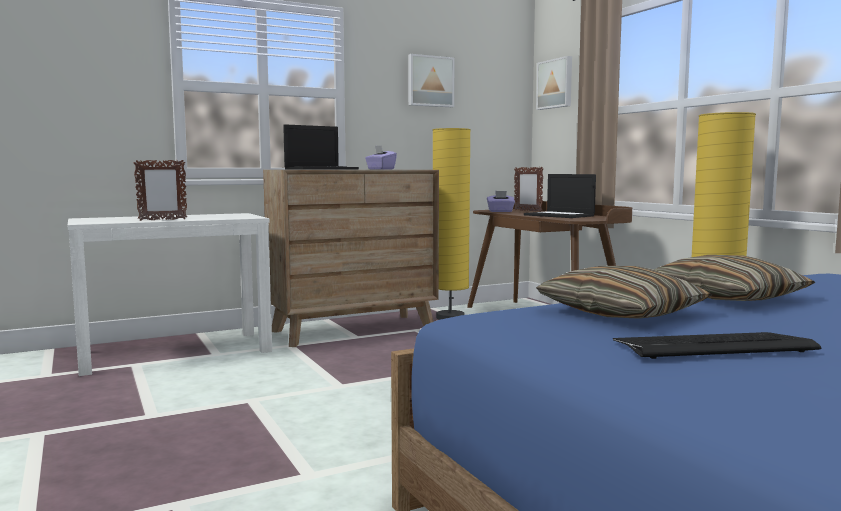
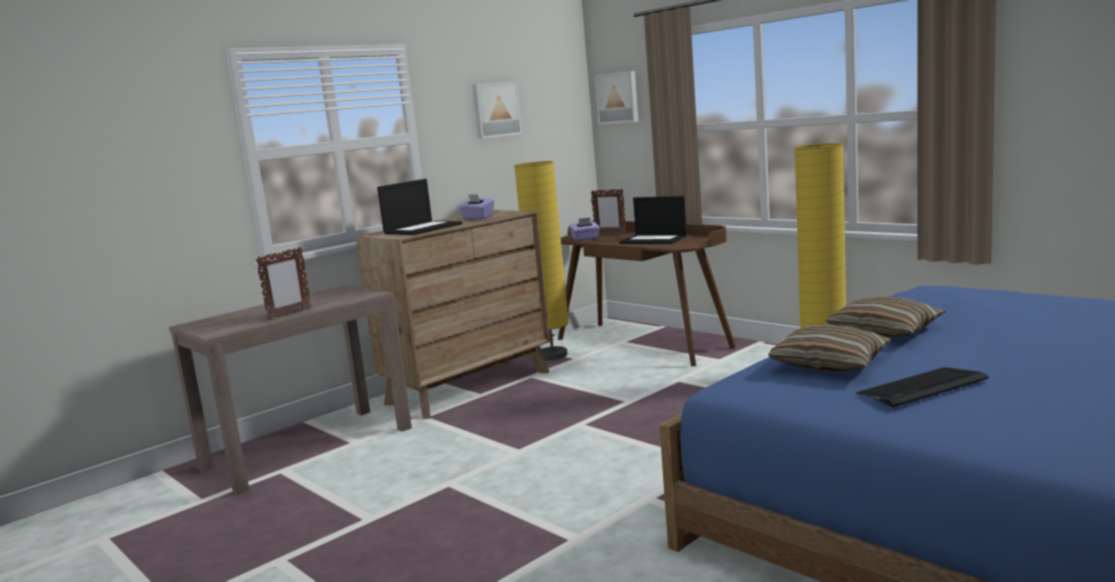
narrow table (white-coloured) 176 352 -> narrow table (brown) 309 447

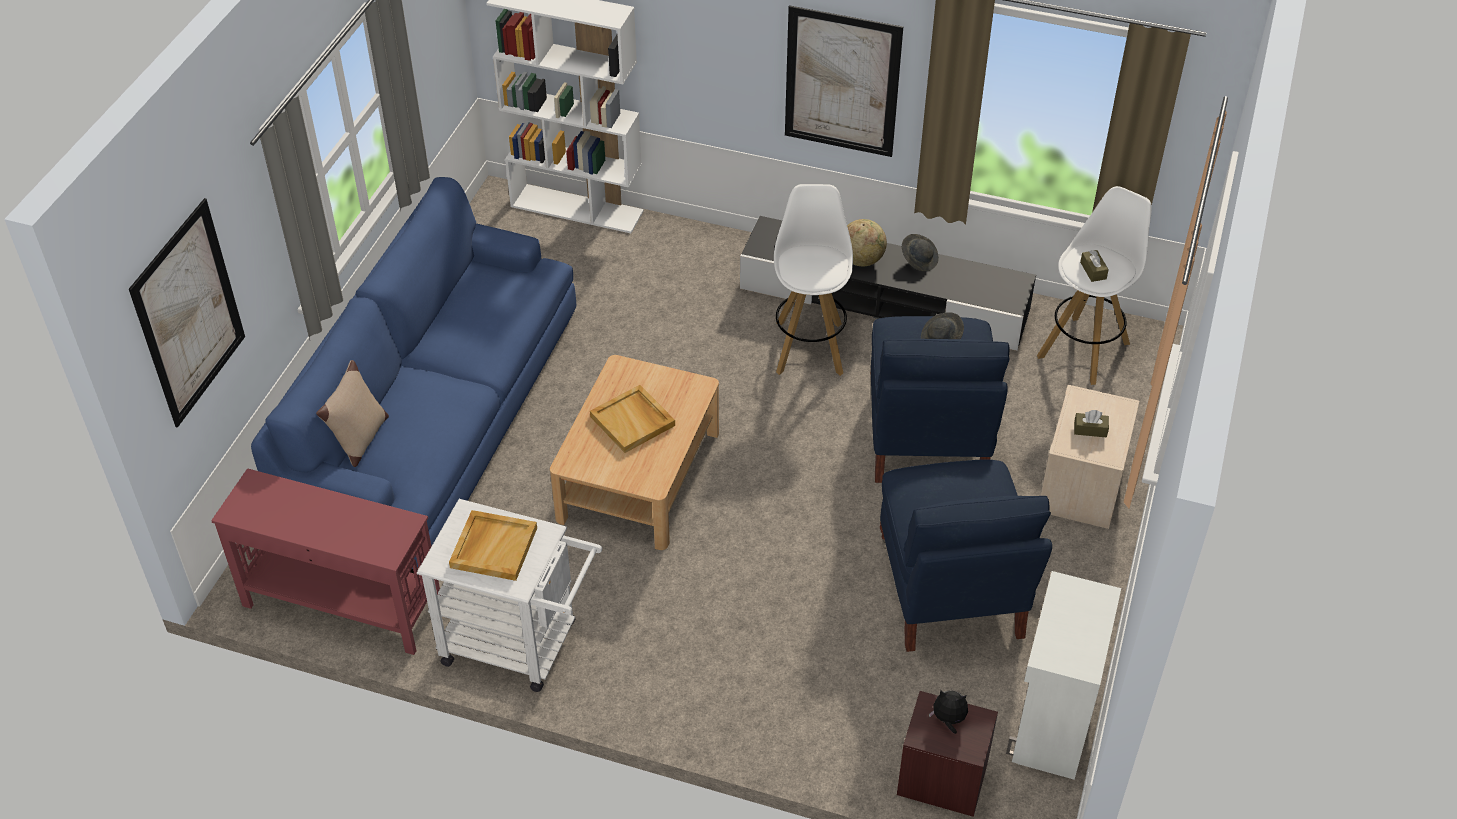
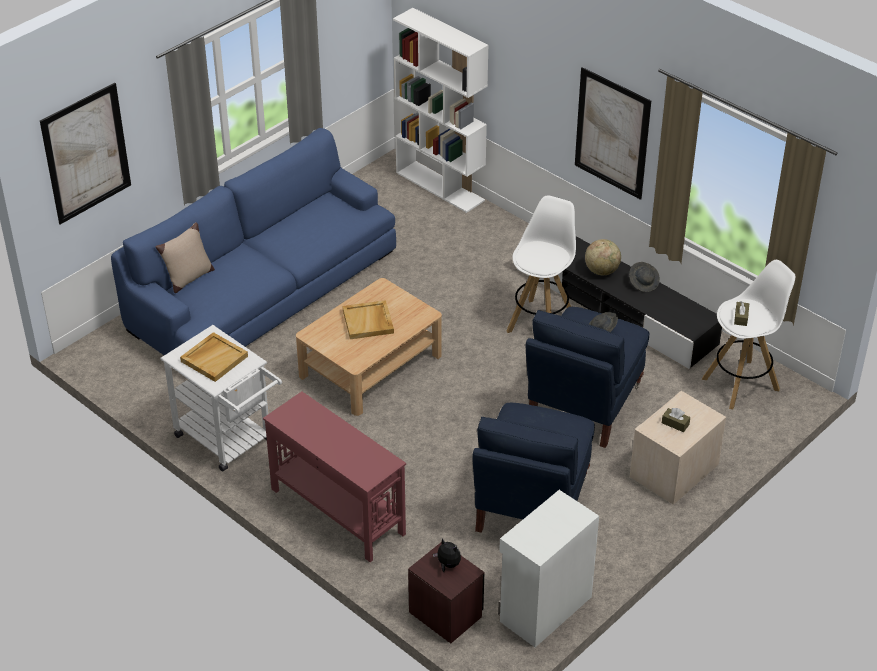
narrow table (red) 342 604 -> narrow table (red) 337 510, shifted

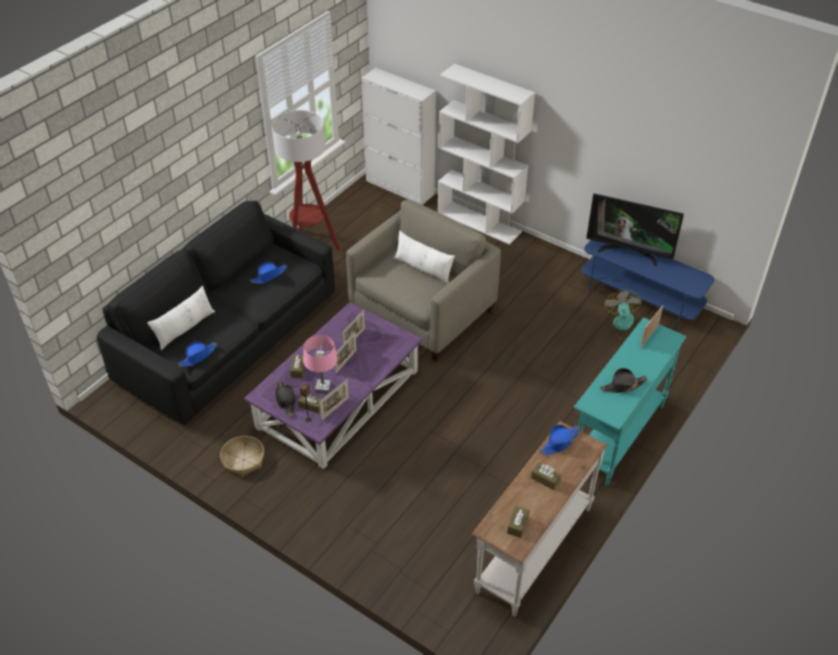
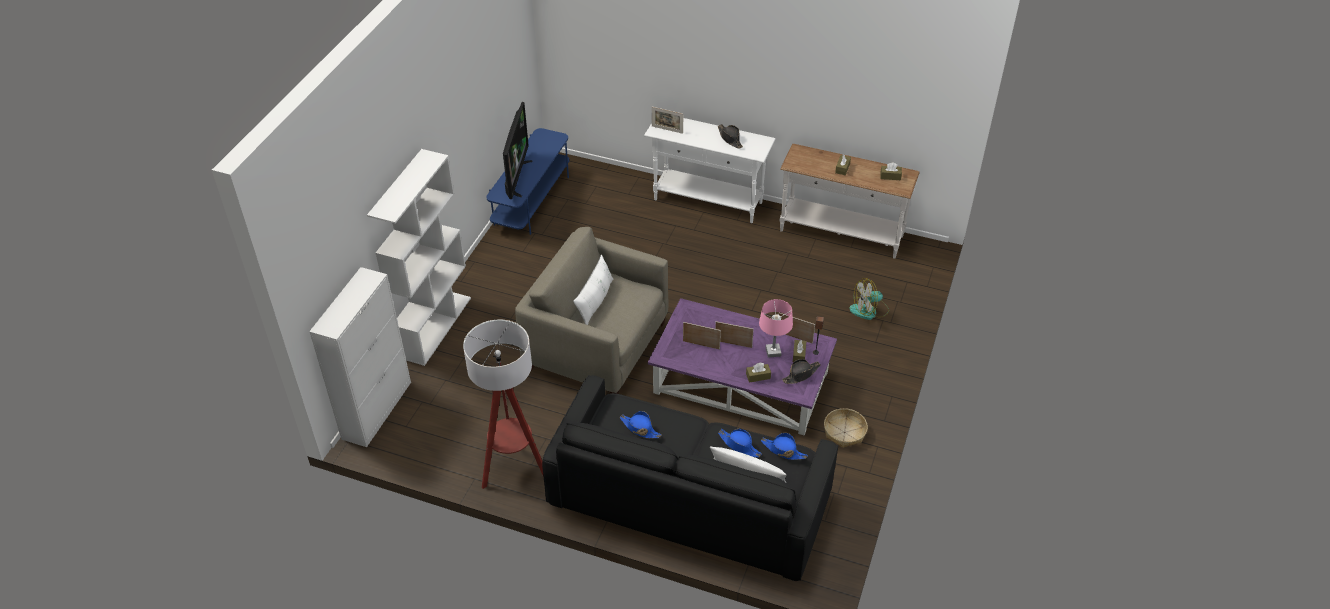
narrow table (turquoise-coloured) 617 436 -> narrow table (white-coloured) 708 201
wearable hat (blue-coloured) 560 442 -> wearable hat (blue-coloured) 739 445, shifted
electric fan 624 326 -> electric fan 869 310, shifted

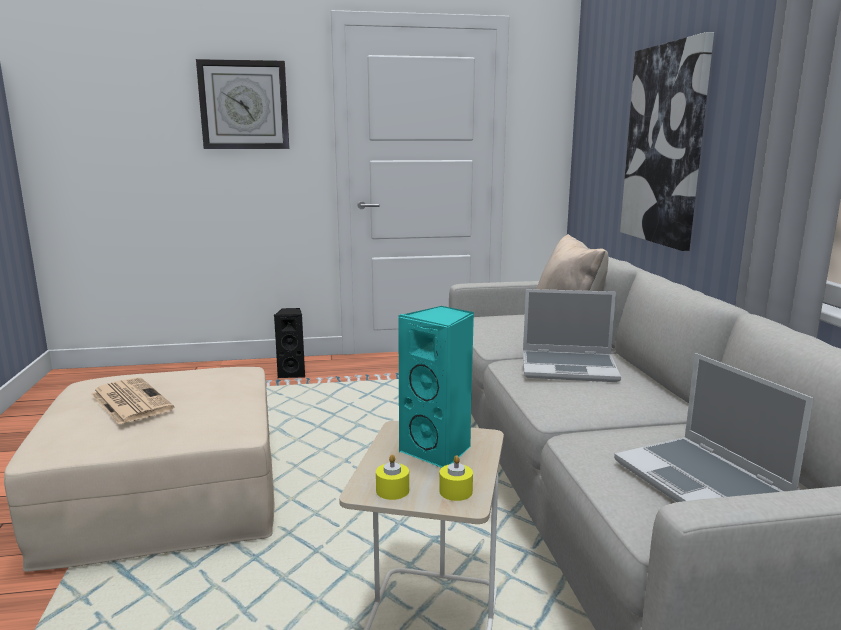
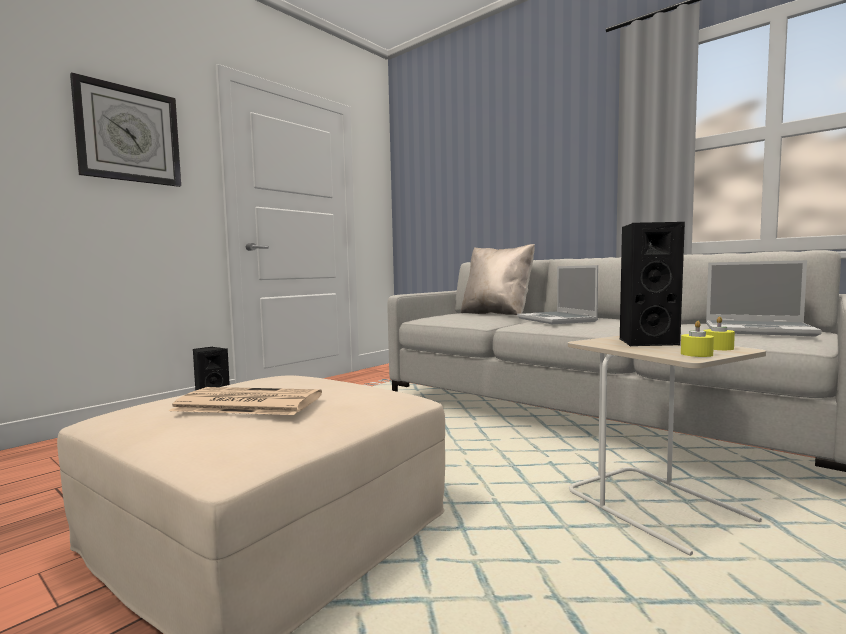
laptop 570 368 -> laptop 557 320, 105 degrees clockwise
speaker (turquoise-coloured) 439 451 -> speaker (black) 645 342
wall art 665 145 -> none

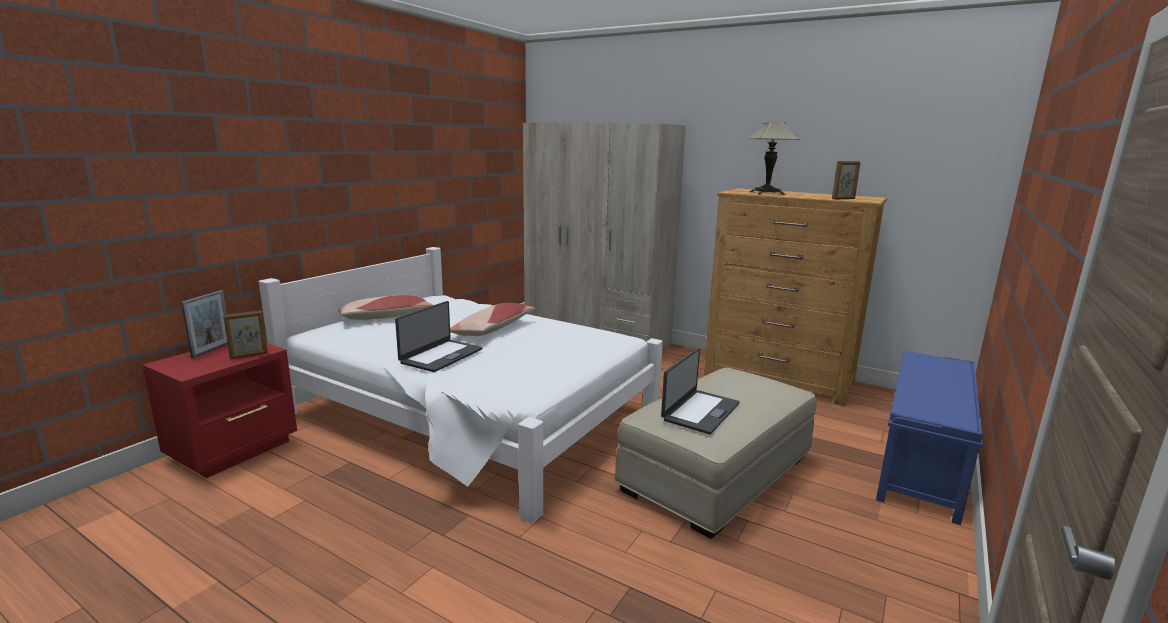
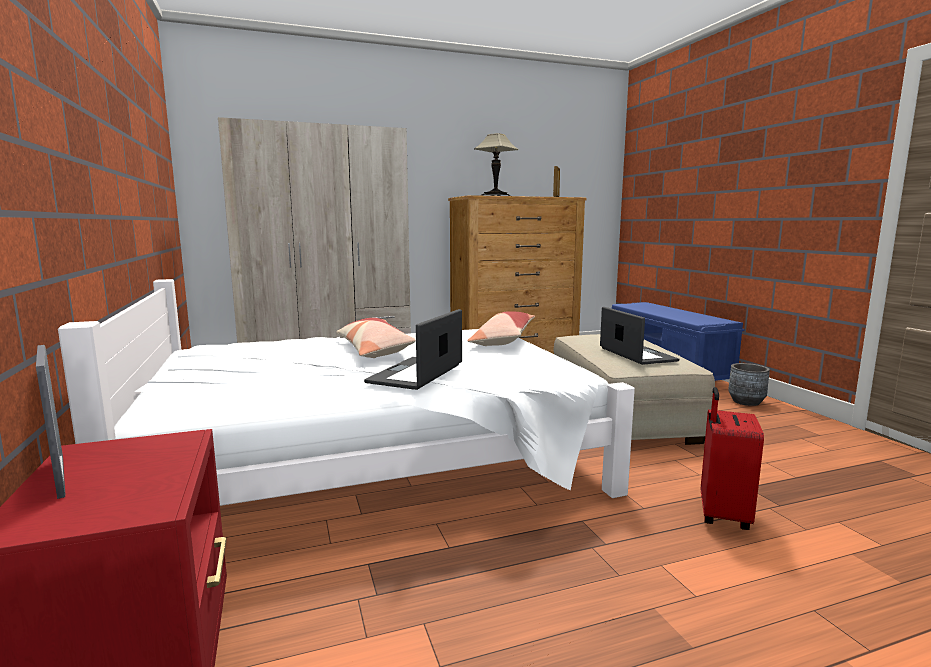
laptop 441 356 -> laptop 417 374, 135 degrees counterclockwise
cushion 385 317 -> cushion 503 340, shifted
none -> piece of luggage (red) 721 515
none -> planter (grey) 746 402
photo frame 249 355 -> none

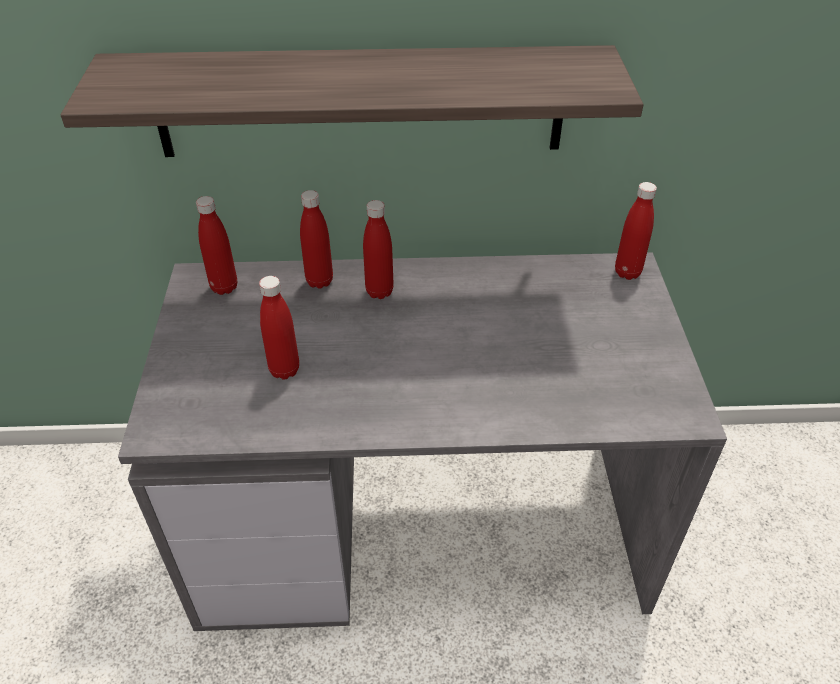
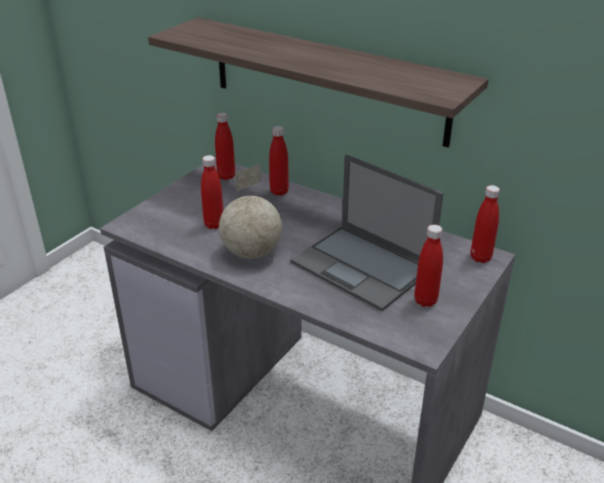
none -> world globe 252 253
none -> laptop 363 266
bottle (red) 379 291 -> bottle (red) 425 301, shifted

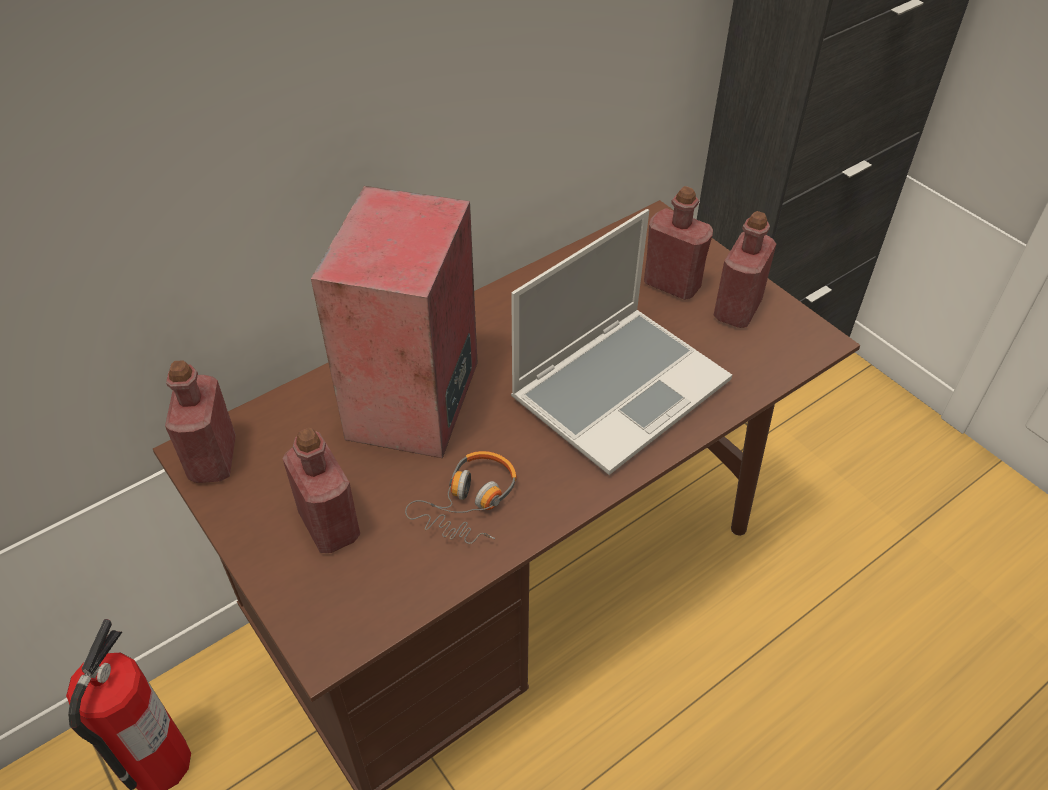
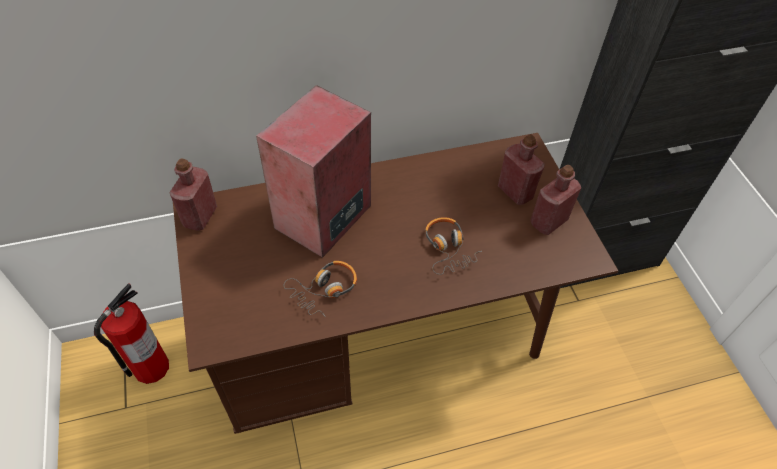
laptop 620 388 -> headphones 447 249
bottle (red) 329 525 -> none

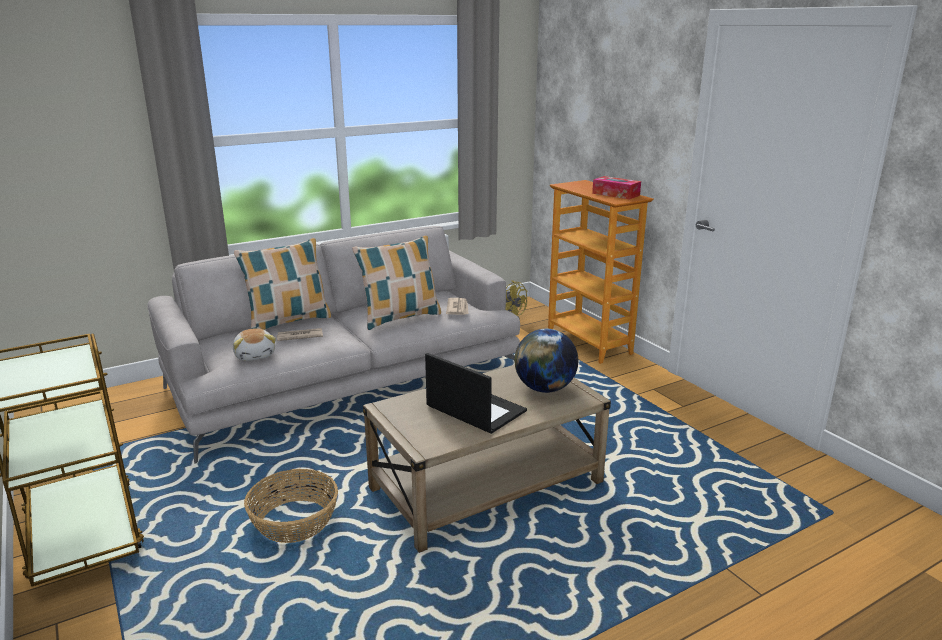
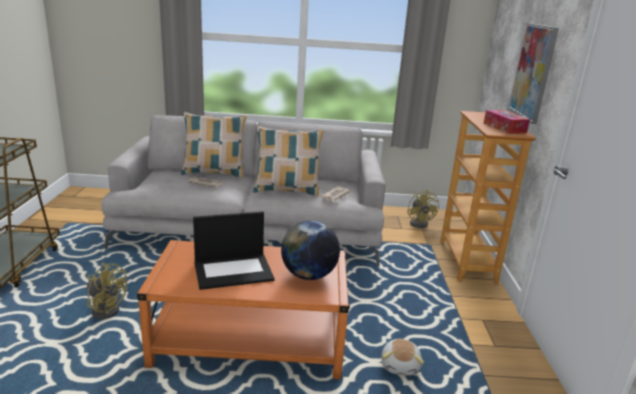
storage basket 294 521 -> electric fan (yellow-coloured) 106 308
low table (sand-coloured) 487 485 -> low table (orangey) 250 340
laptop 474 409 -> laptop 234 270, 90 degrees clockwise
soft toy 255 355 -> soft toy 400 365, shifted
none -> wall art 533 72

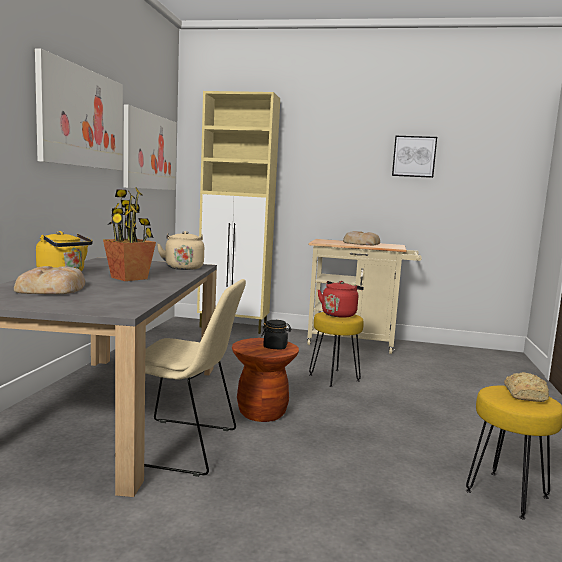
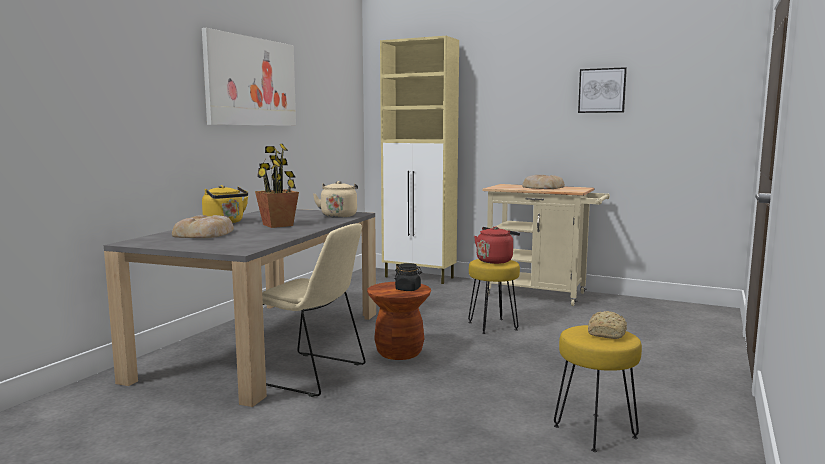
wall art 150 152 -> none

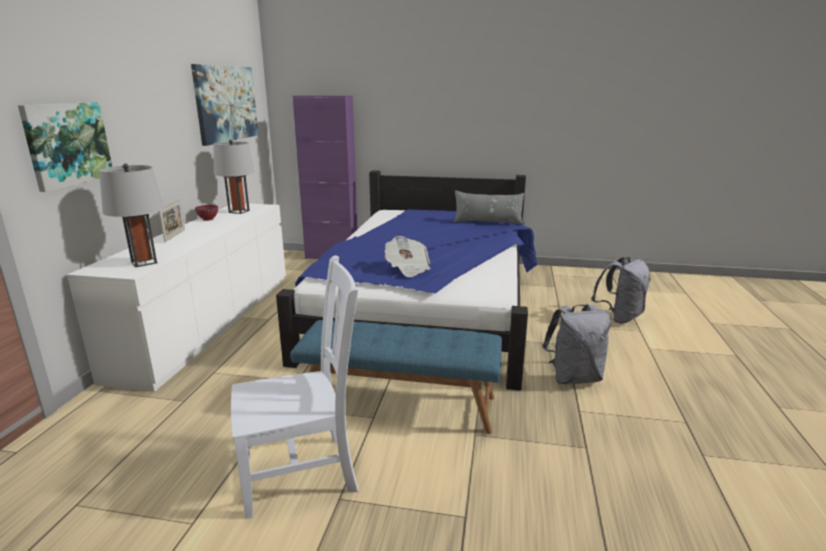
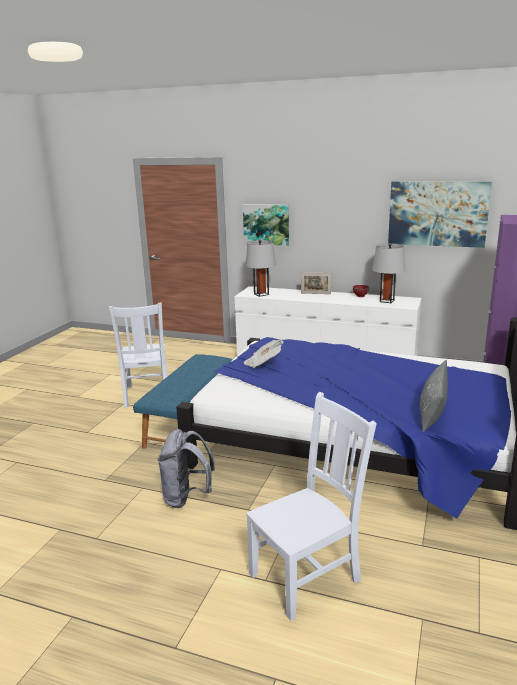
backpack (grey) 619 317 -> chair (white-coloured) 308 575

